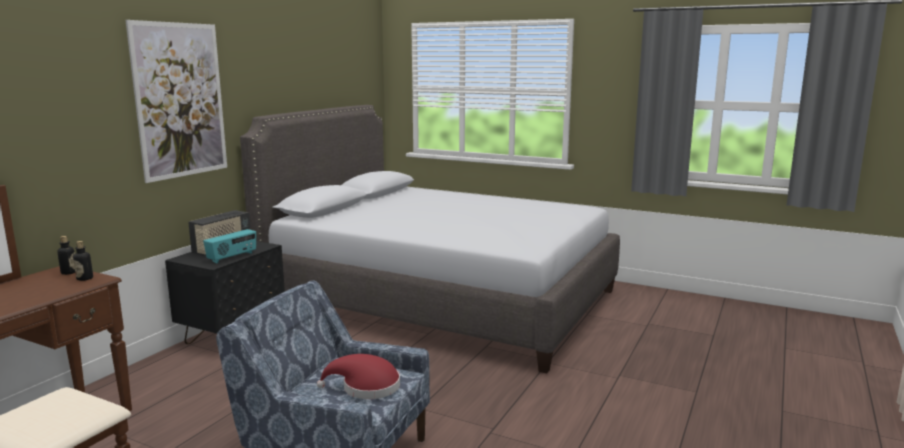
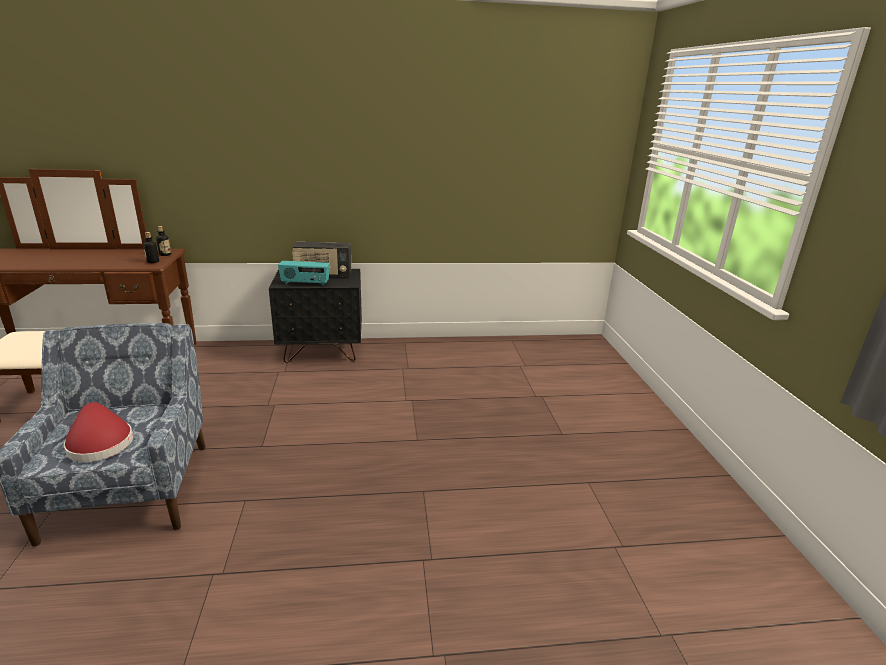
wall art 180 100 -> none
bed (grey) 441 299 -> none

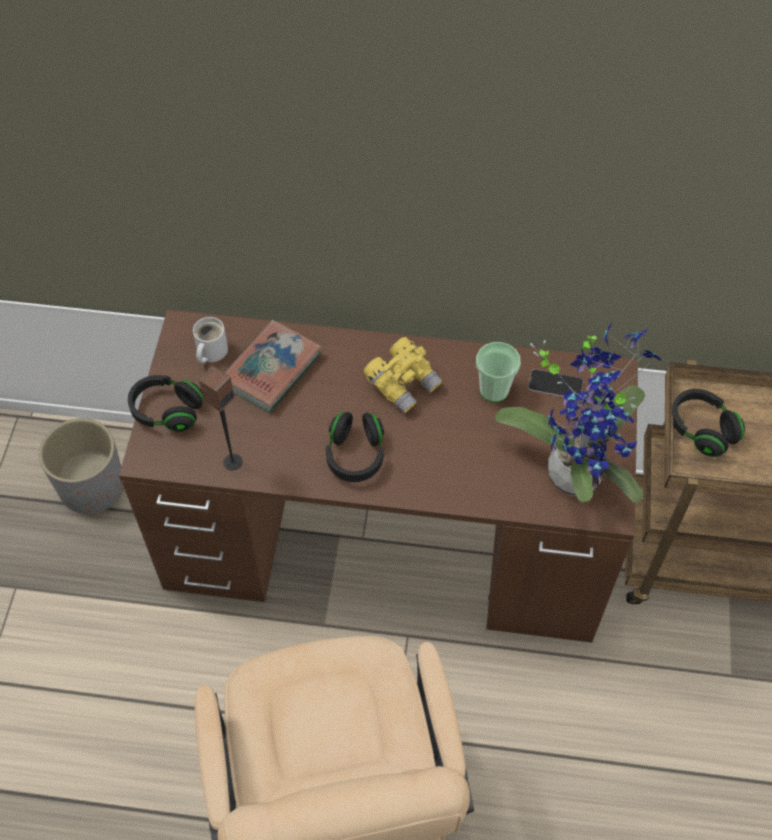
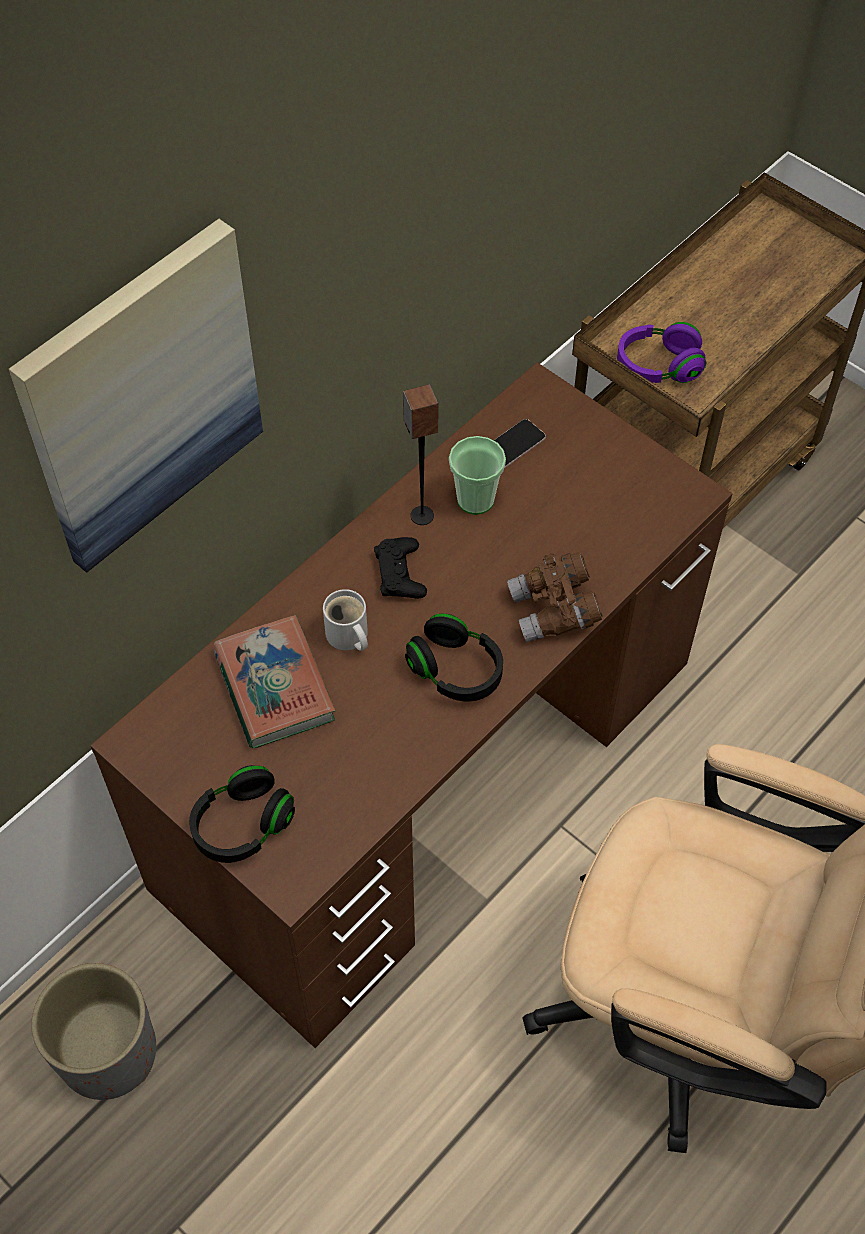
none -> wall art 142 398
coffee mug (white-coloured) 210 352 -> coffee mug (white-coloured) 347 636, shifted
binoculars (yellow-coloured) 403 383 -> joypad (black) 400 573
speaker 232 462 -> speaker 421 515, shifted
none -> binoculars (brown) 554 611
headphones (black) 702 430 -> headphones (purple) 658 366
potted plant 576 469 -> none

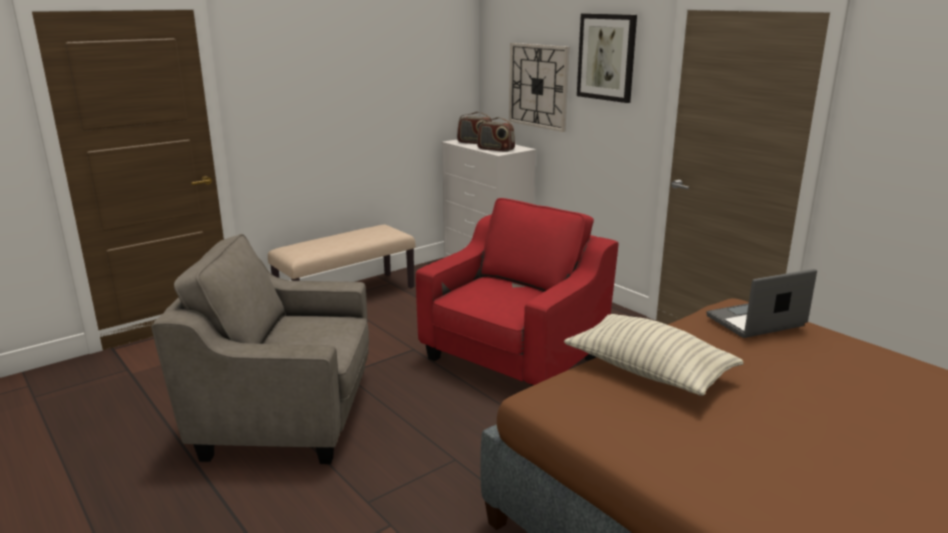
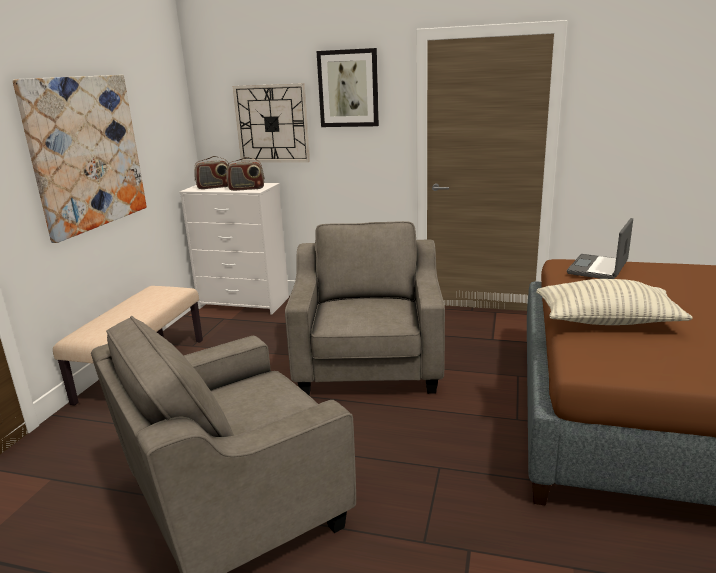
none -> wall art 87 153
lounge chair (red) 514 358 -> lounge chair (grey) 369 368

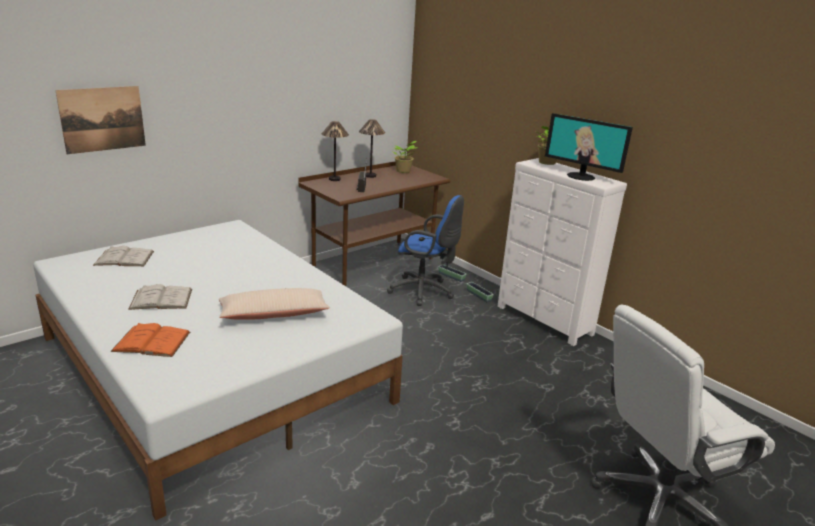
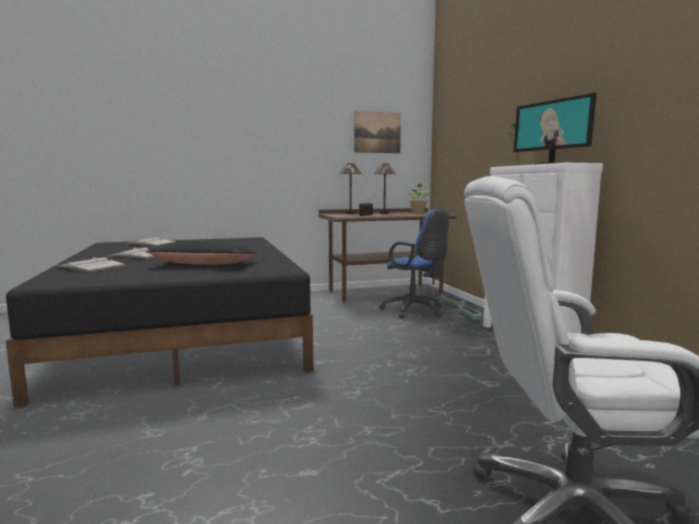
bed (white-coloured) 213 368 -> bed (black) 184 332
bound book (orangey) 151 341 -> bound book (white-coloured) 90 267
cushion (sand-coloured) 273 314 -> cushion (black) 204 264
wall art 102 119 -> wall art 377 132, shifted

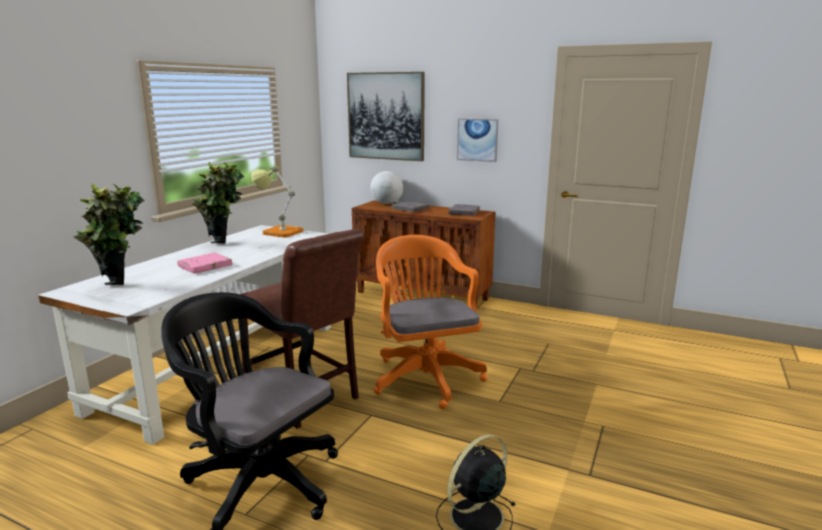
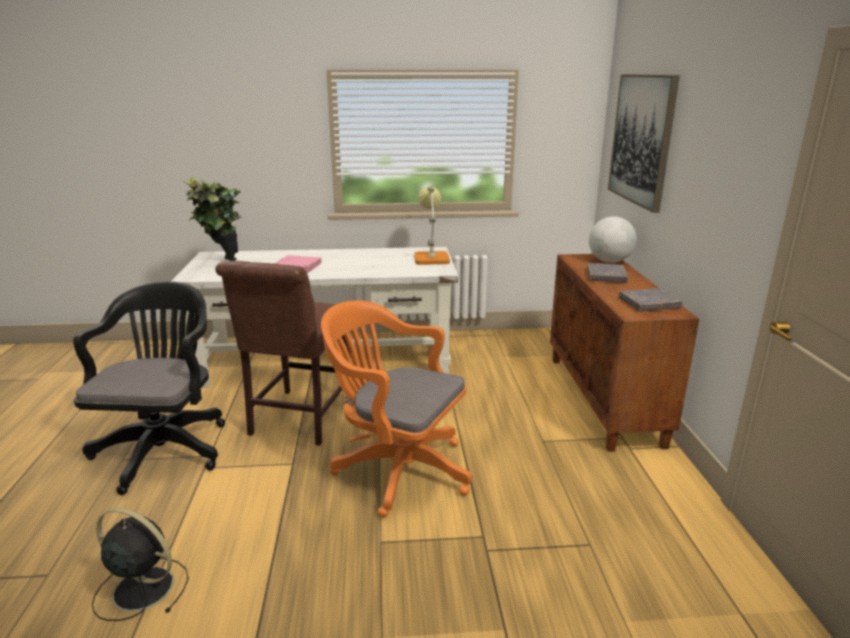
office chair (orangey) 425 376 -> office chair (orangey) 396 469, 105 degrees counterclockwise
potted plant 223 246 -> none
wall art 477 140 -> none

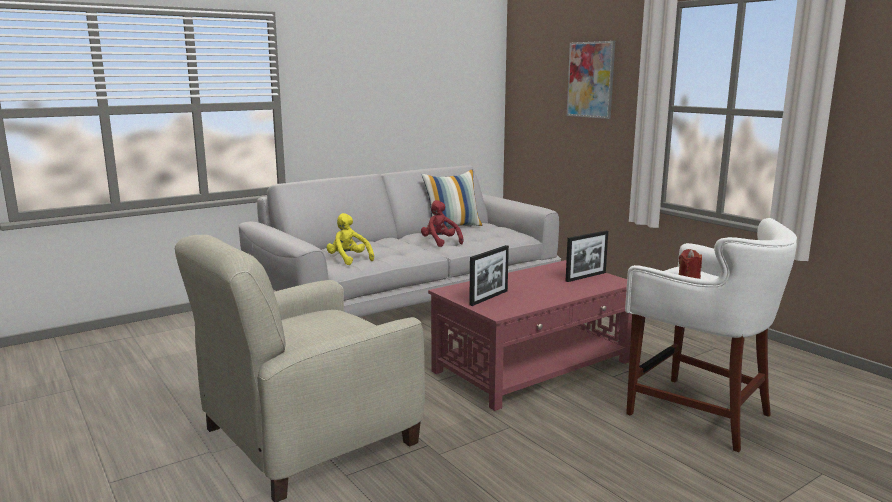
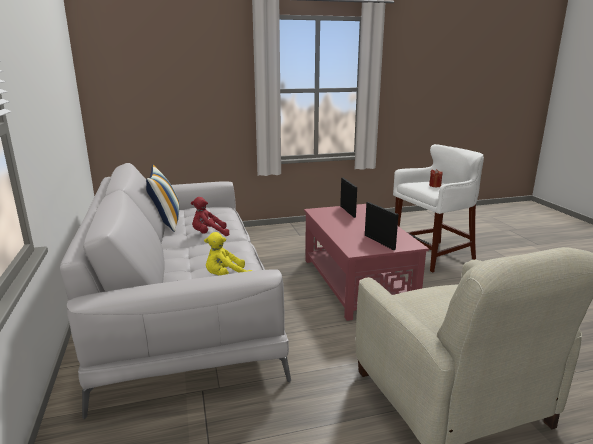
wall art 590 80 -> none

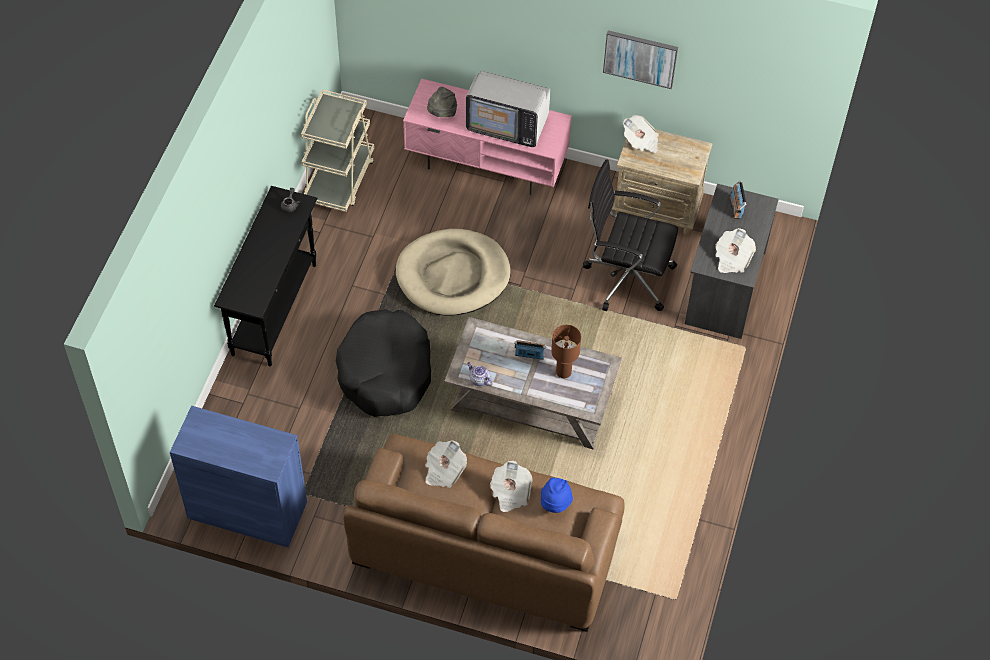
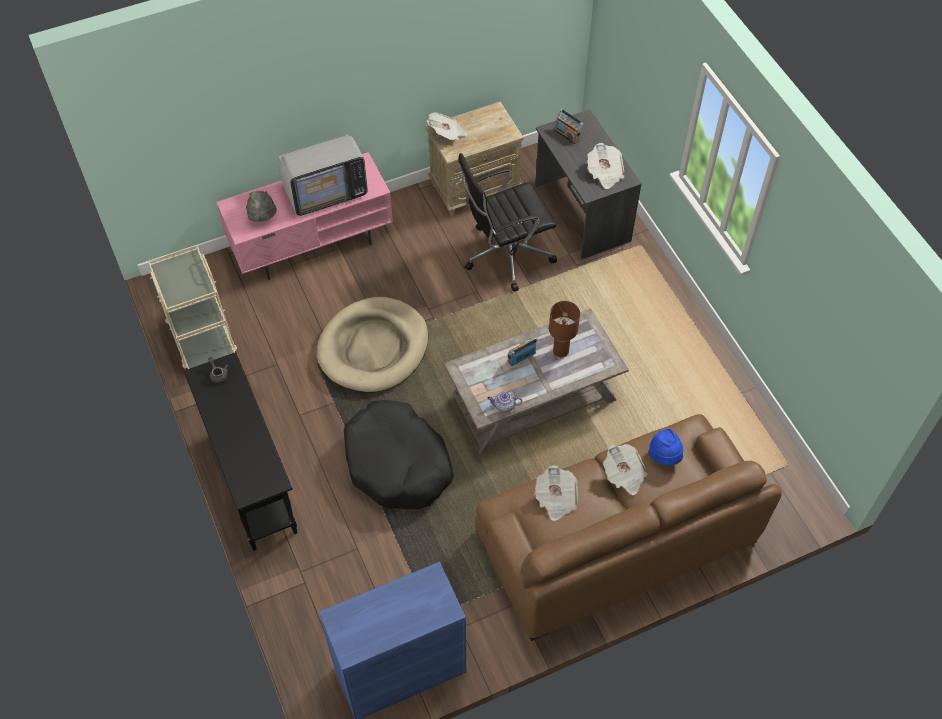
wall art 640 58 -> none

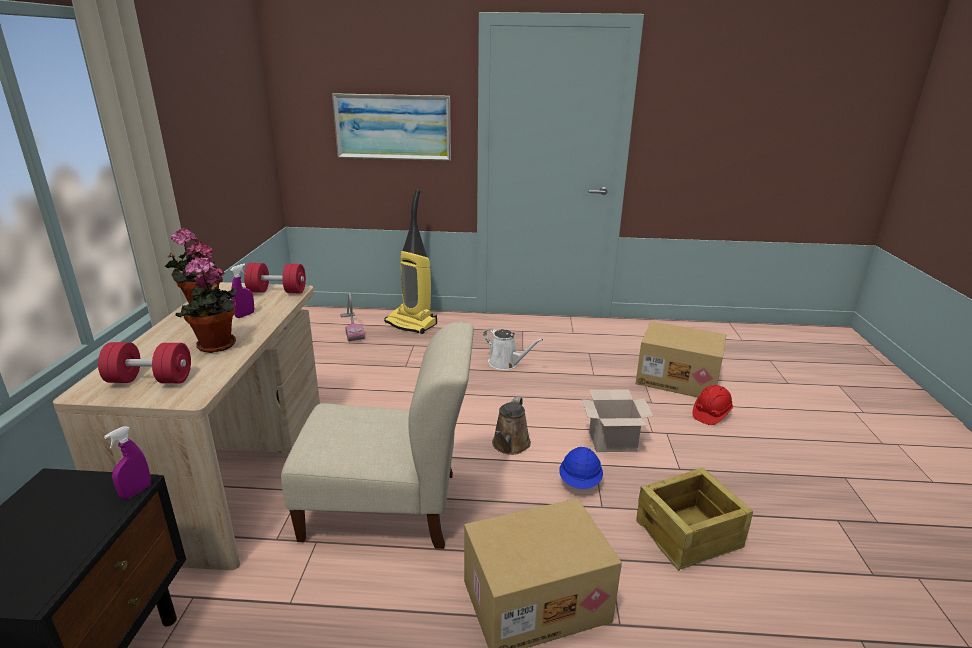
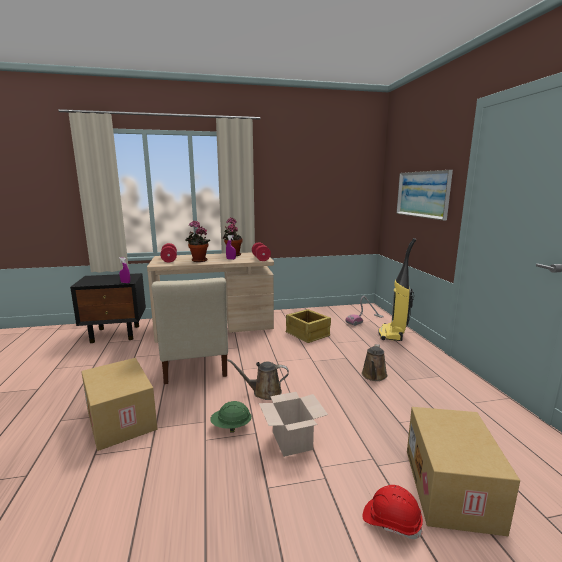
hard hat (blue-coloured) 580 482 -> hard hat (green-coloured) 231 427
packing crate 689 534 -> packing crate 307 334, shifted
sprinkling can (white-coloured) 506 363 -> sprinkling can (brown) 374 376

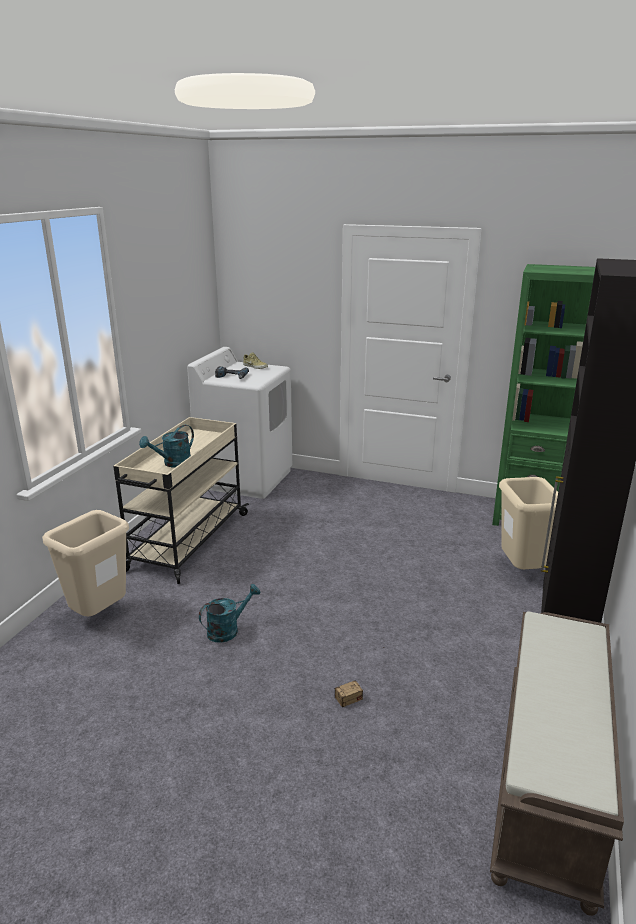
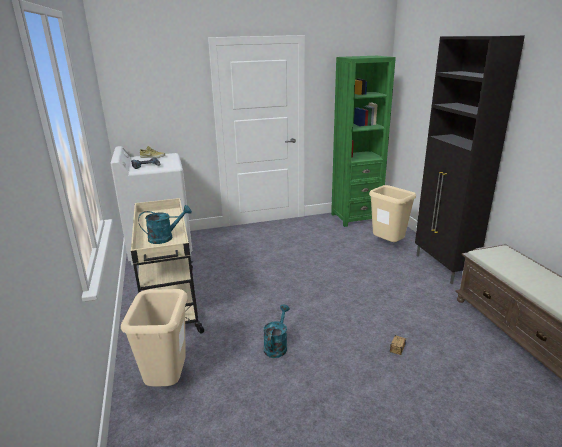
sprinkling can (turquoise-coloured) 173 463 -> sprinkling can (turquoise-coloured) 165 238, 120 degrees counterclockwise

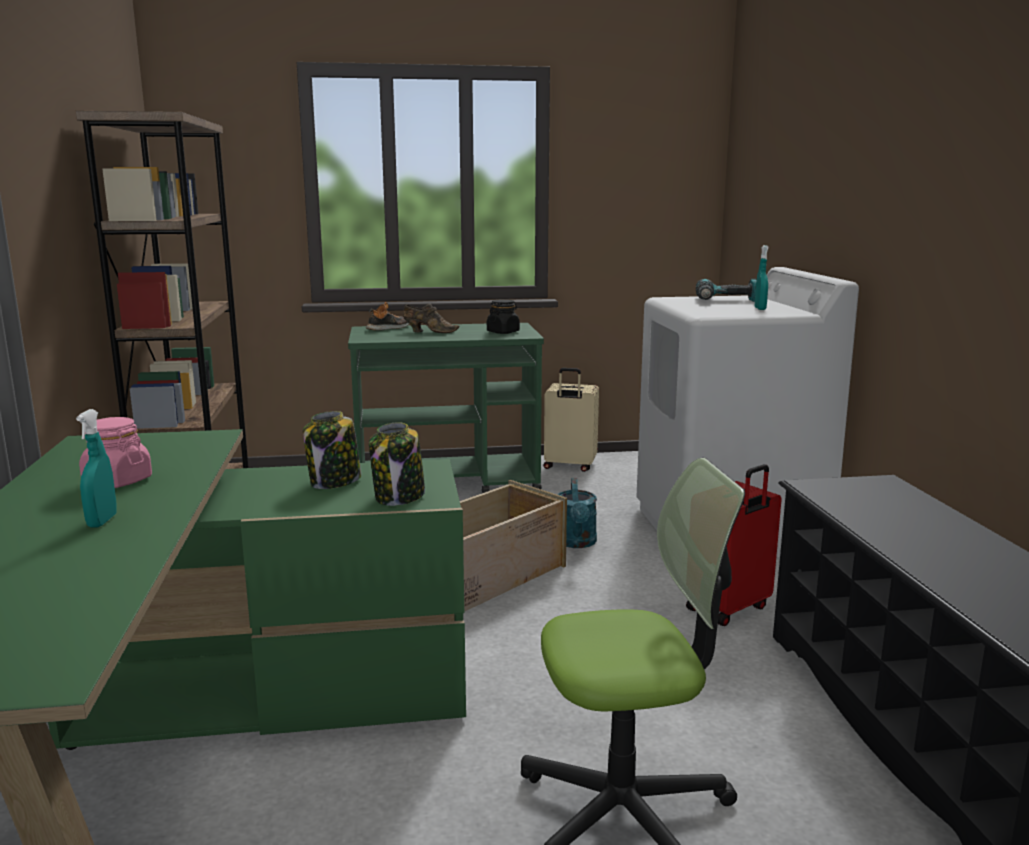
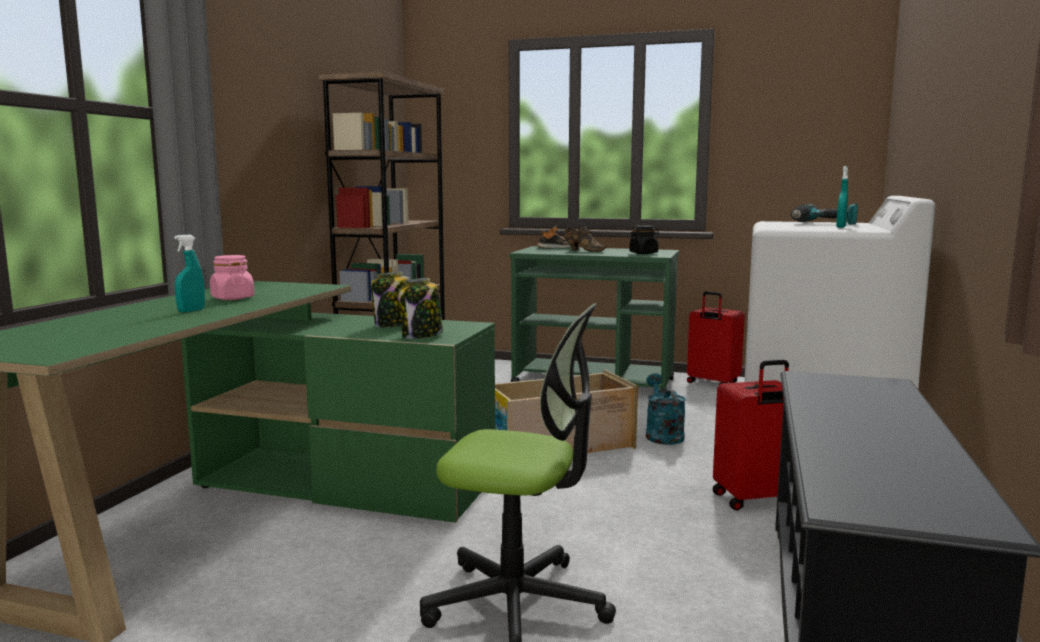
sprinkling can (turquoise-coloured) 576 543 -> sprinkling can (turquoise-coloured) 662 434, 150 degrees clockwise
piece of luggage (sand-coloured) 569 466 -> piece of luggage (red) 712 383

